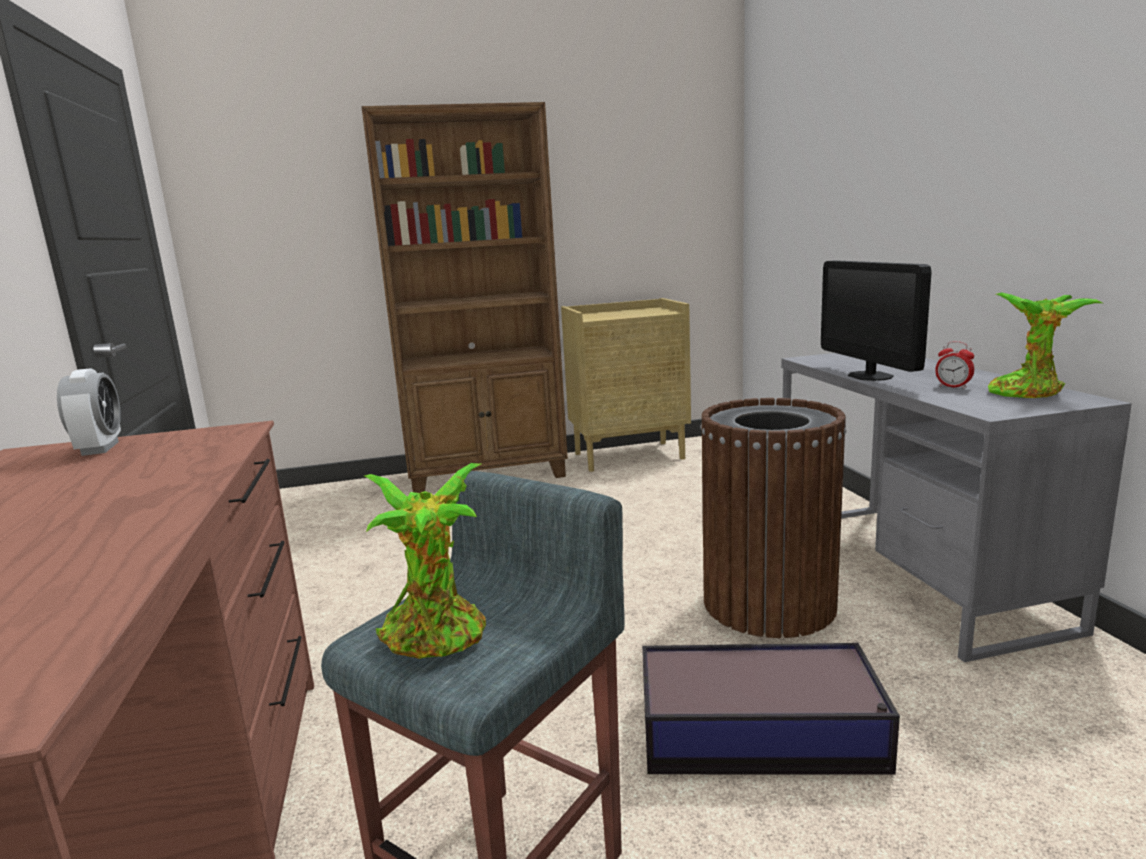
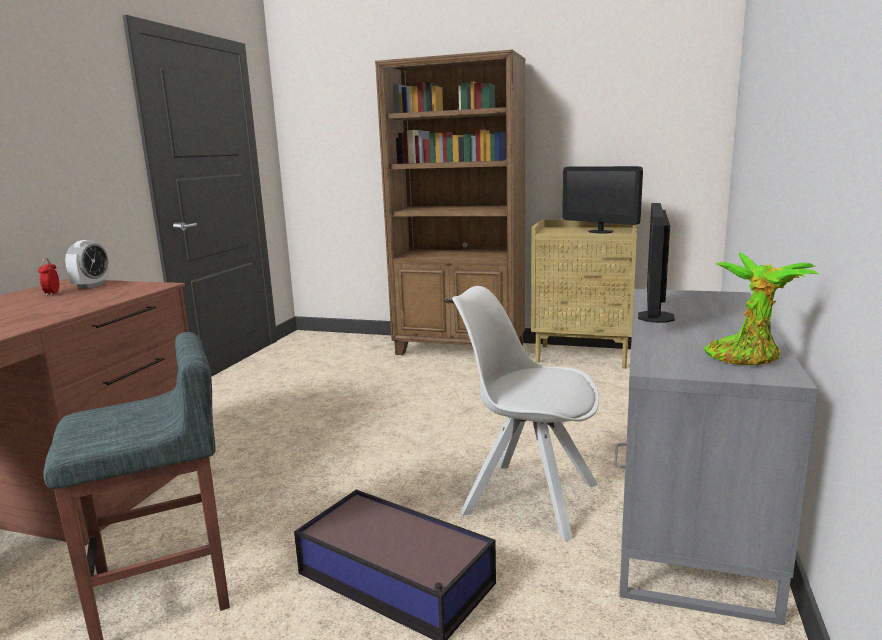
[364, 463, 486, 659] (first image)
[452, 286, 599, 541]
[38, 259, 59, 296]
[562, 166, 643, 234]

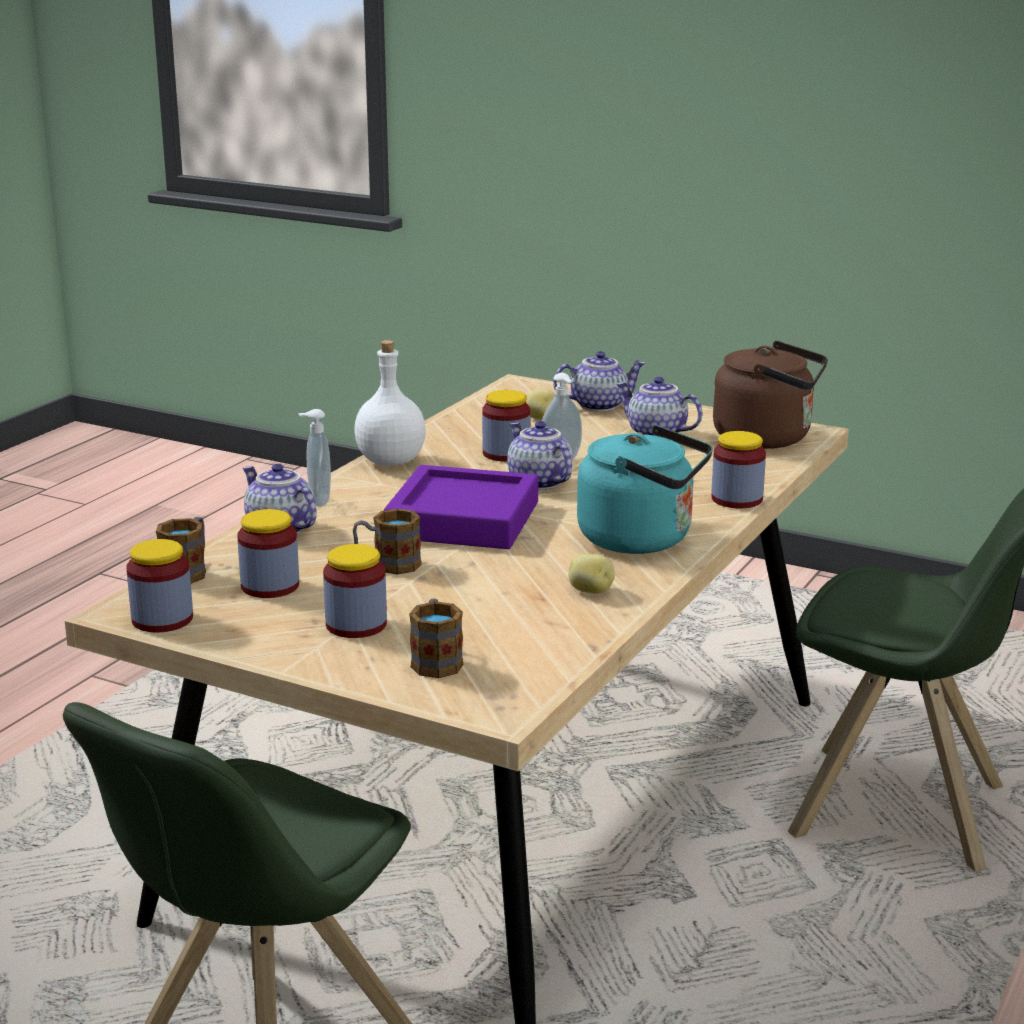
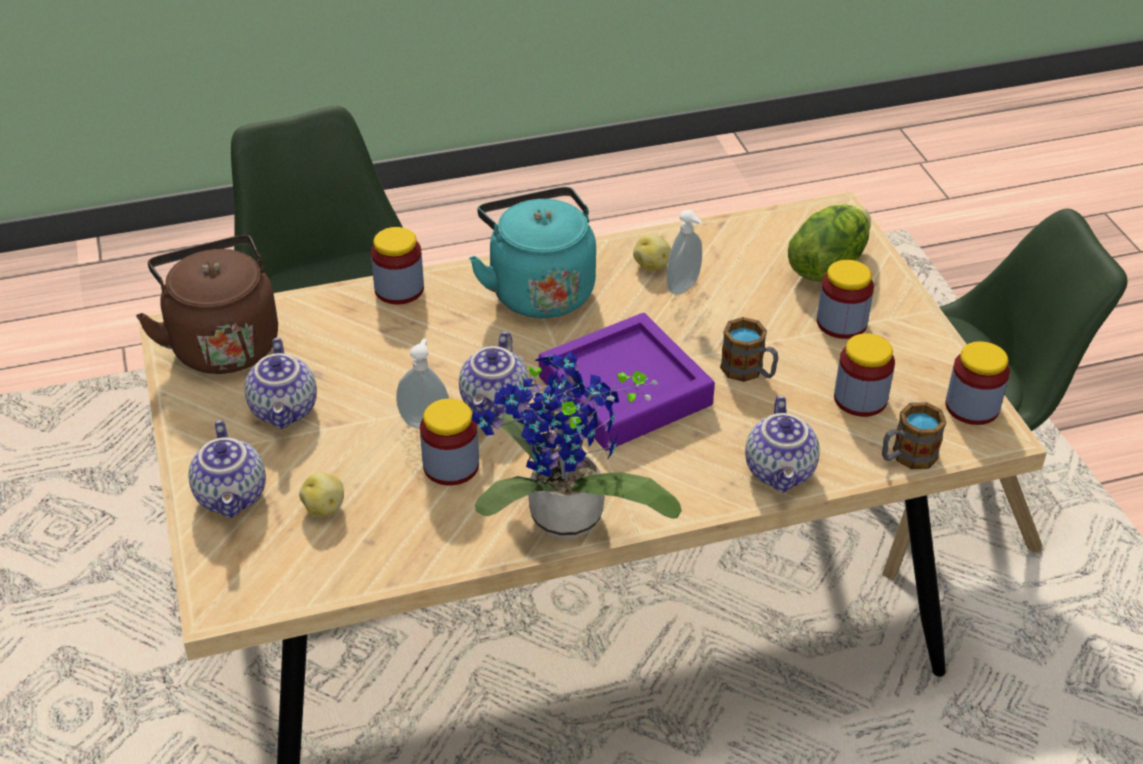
[667, 210, 702, 295]
[471, 351, 682, 539]
[788, 204, 871, 282]
[188, 420, 266, 518]

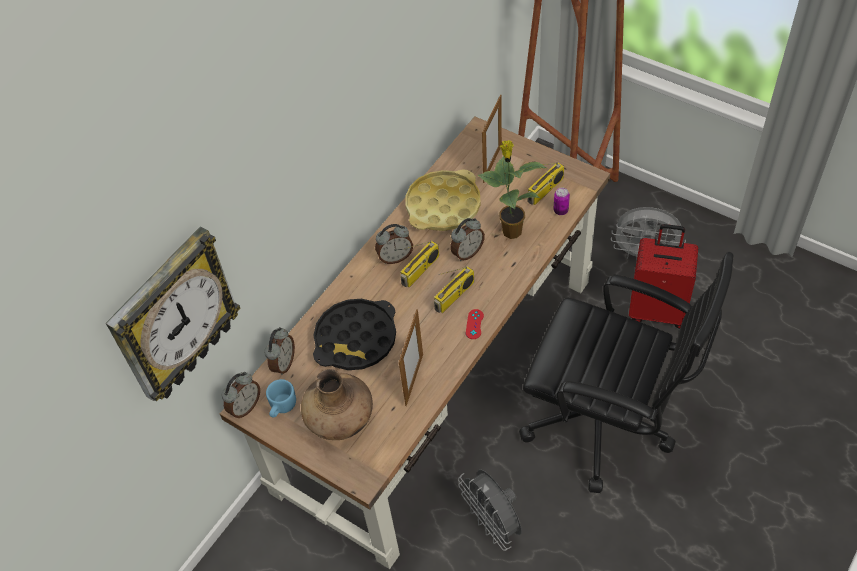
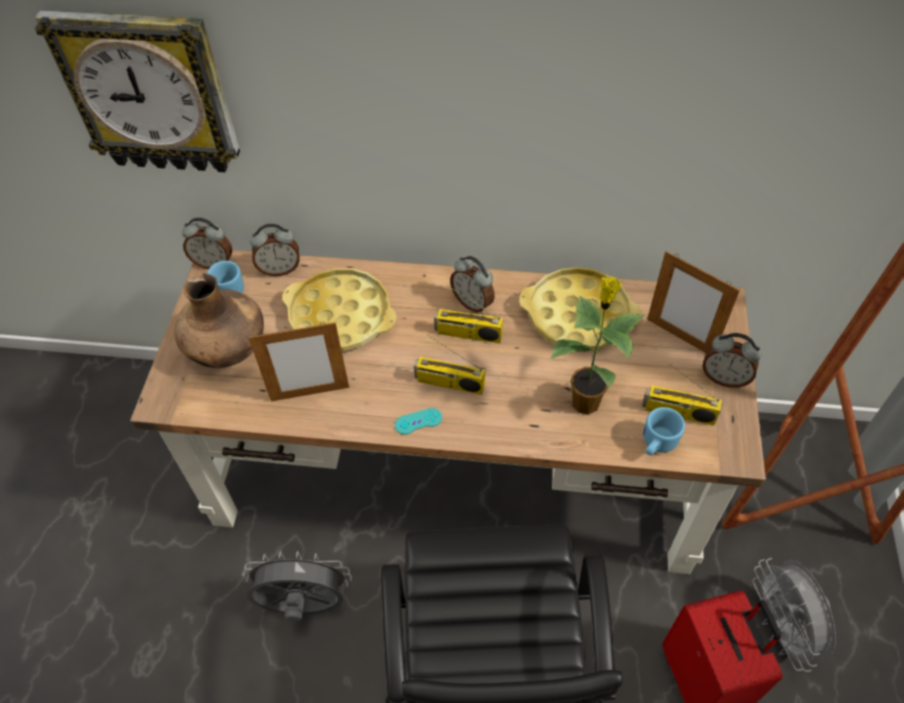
[282, 268, 397, 351]
[703, 333, 761, 388]
[242, 551, 352, 621]
[395, 408, 442, 435]
[647, 251, 740, 353]
[643, 407, 685, 455]

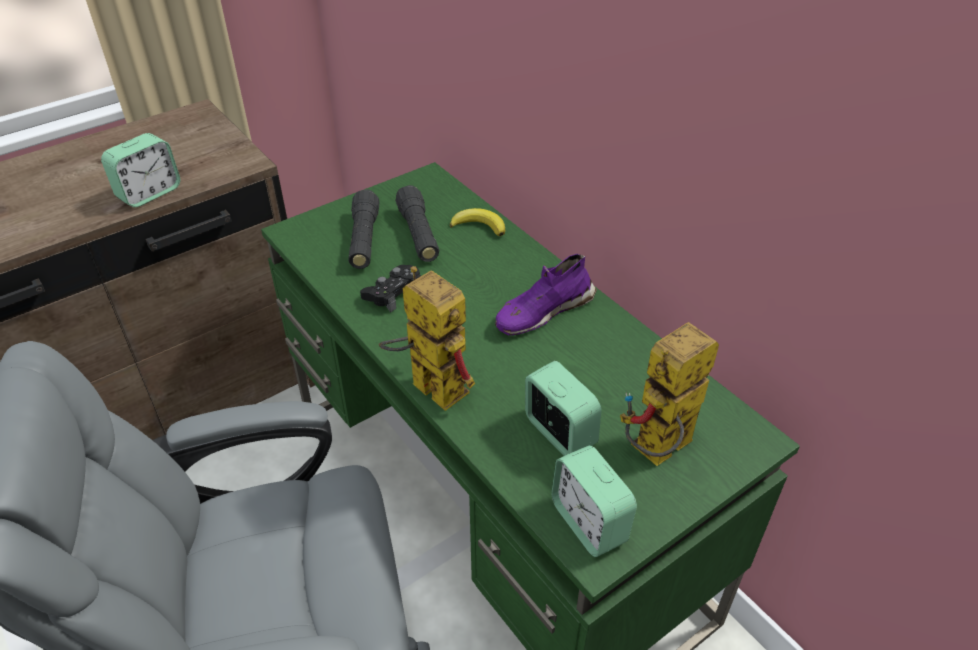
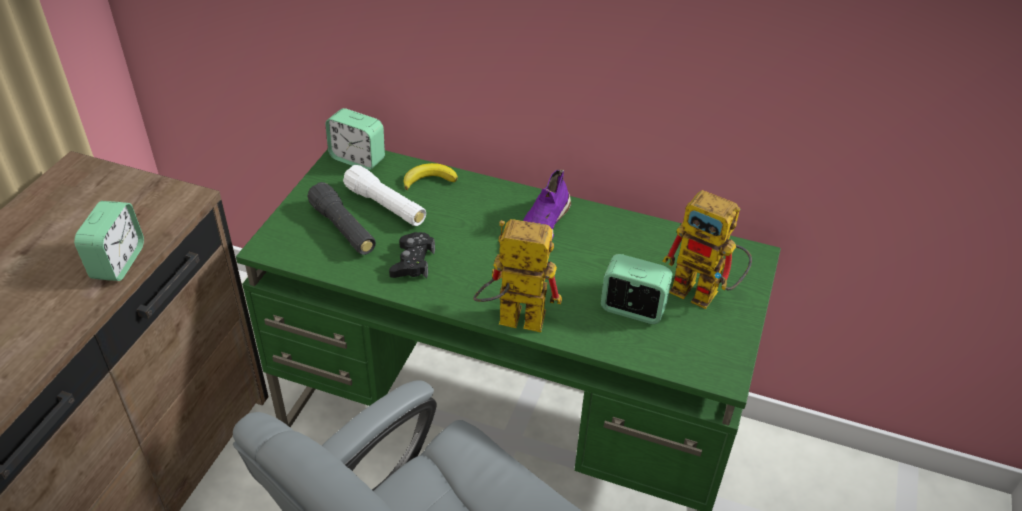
[343, 165, 426, 226]
[325, 108, 385, 171]
[662, 190, 752, 309]

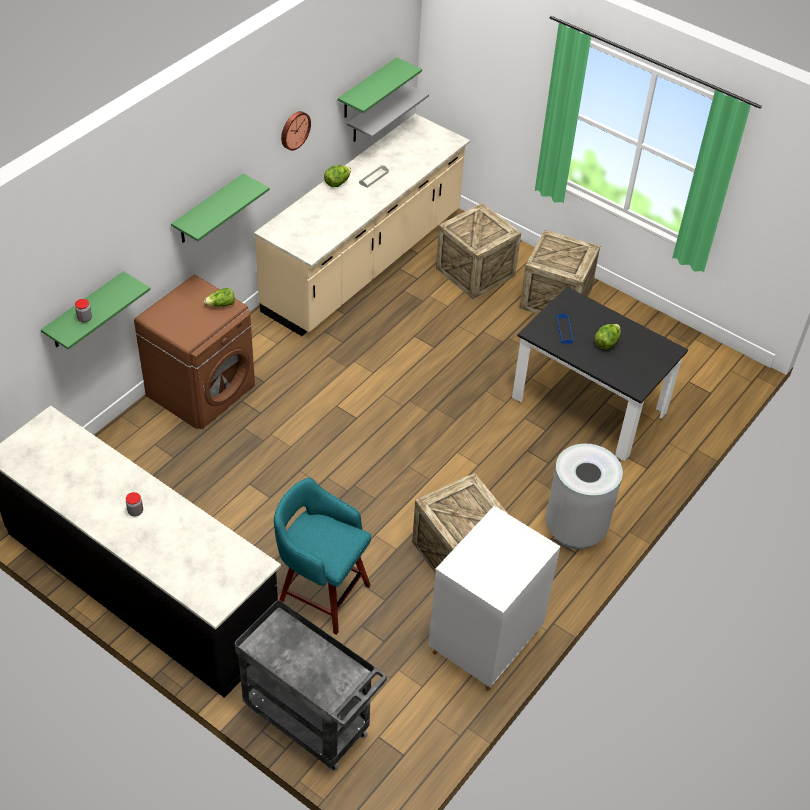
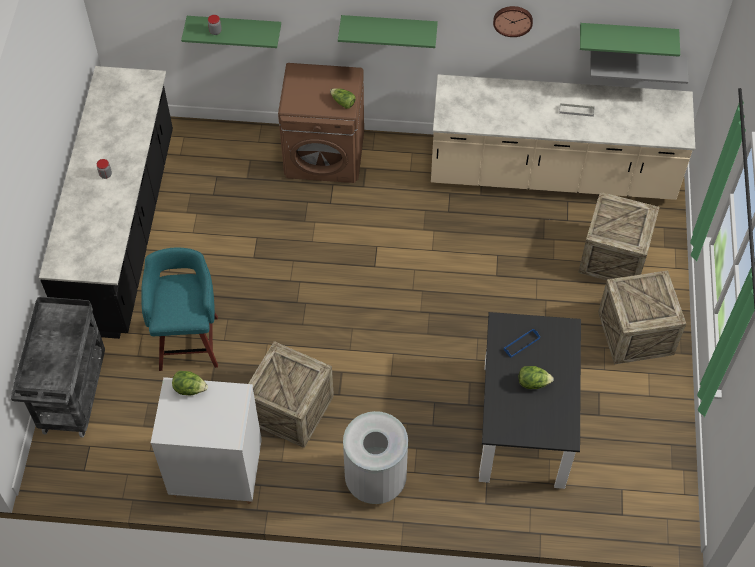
[172, 371, 208, 396]

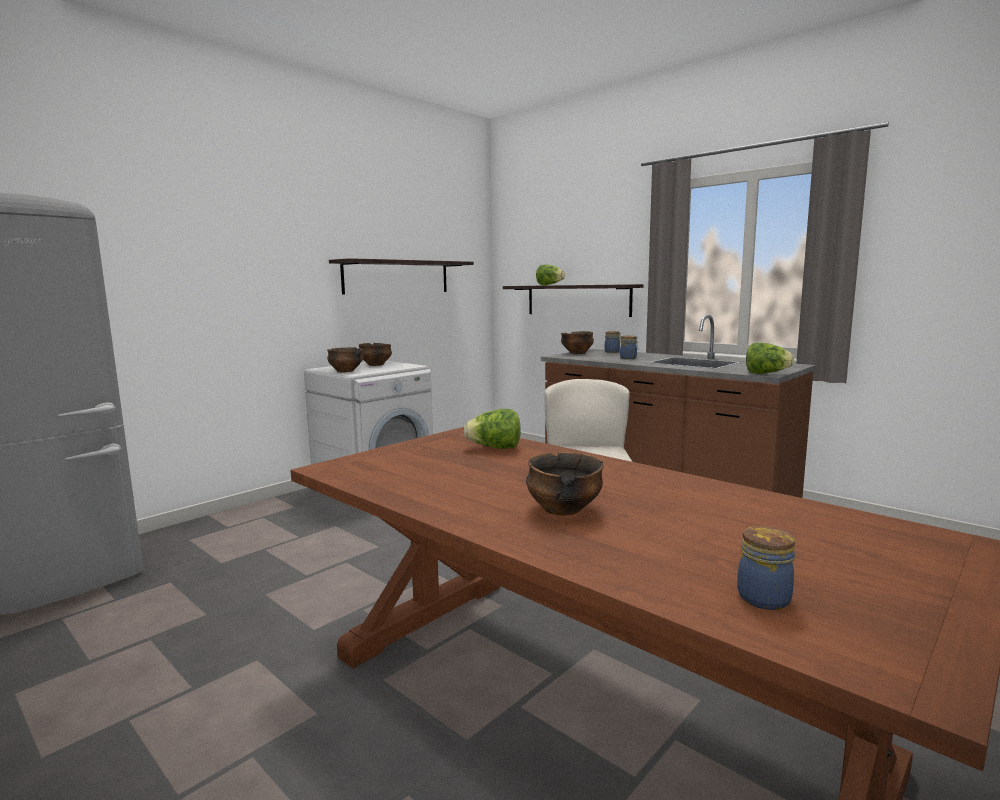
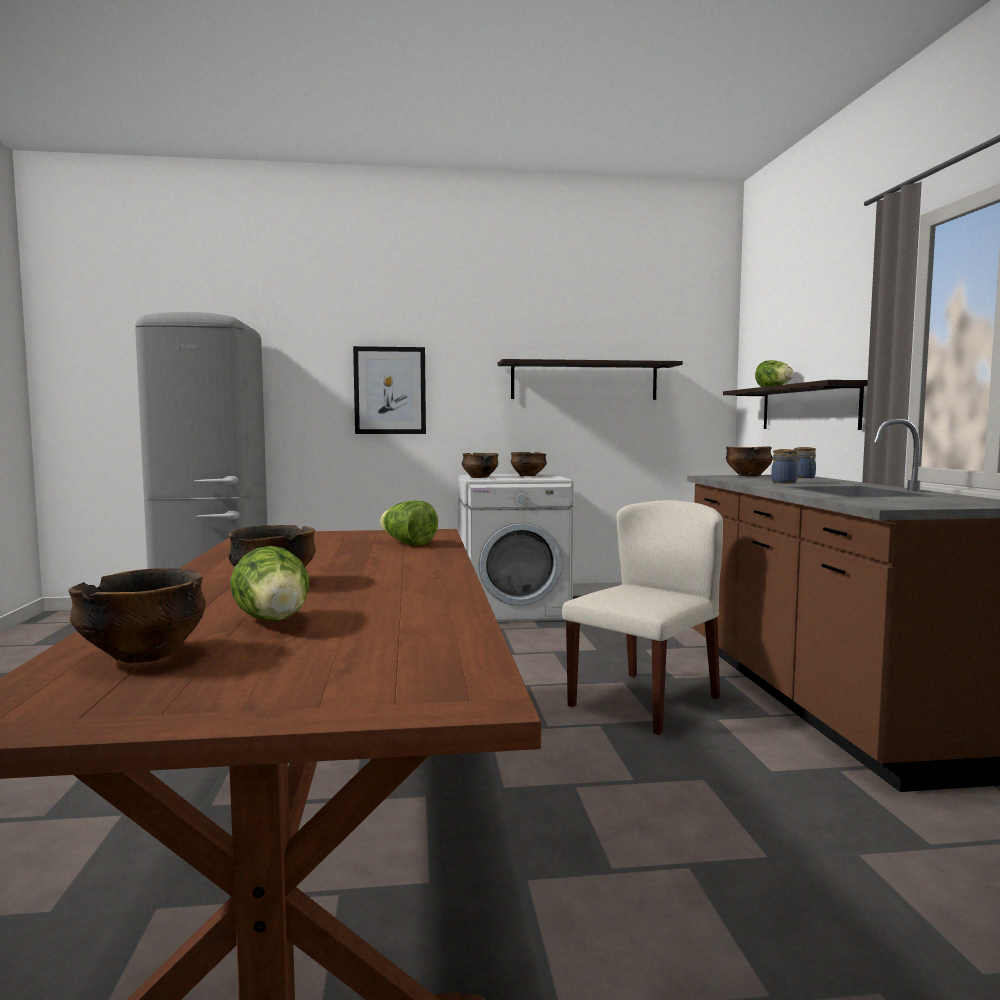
[68, 568, 206, 663]
[230, 546, 309, 621]
[353, 346, 426, 434]

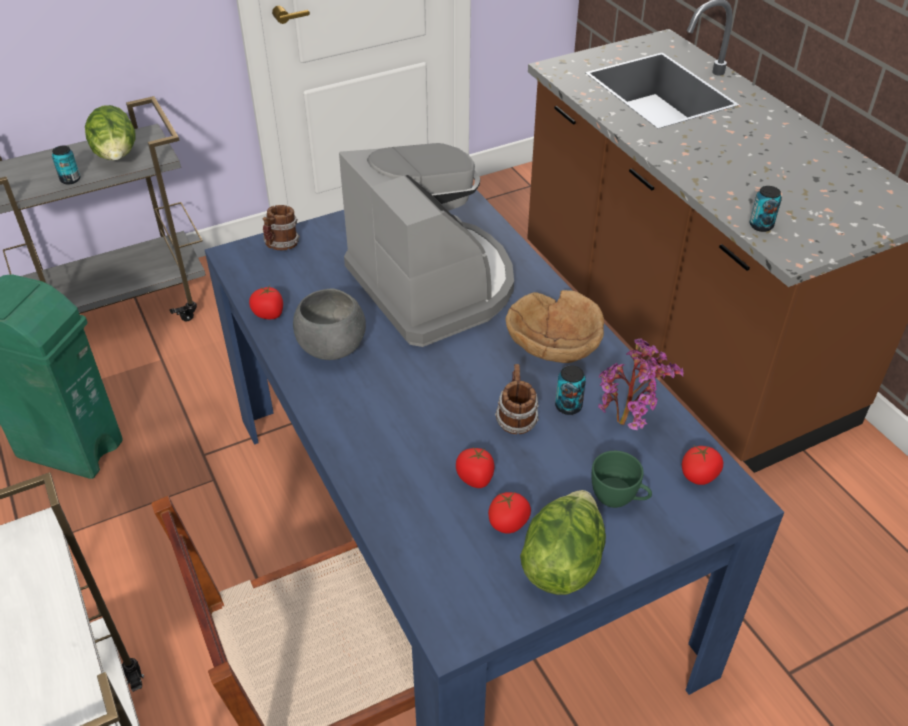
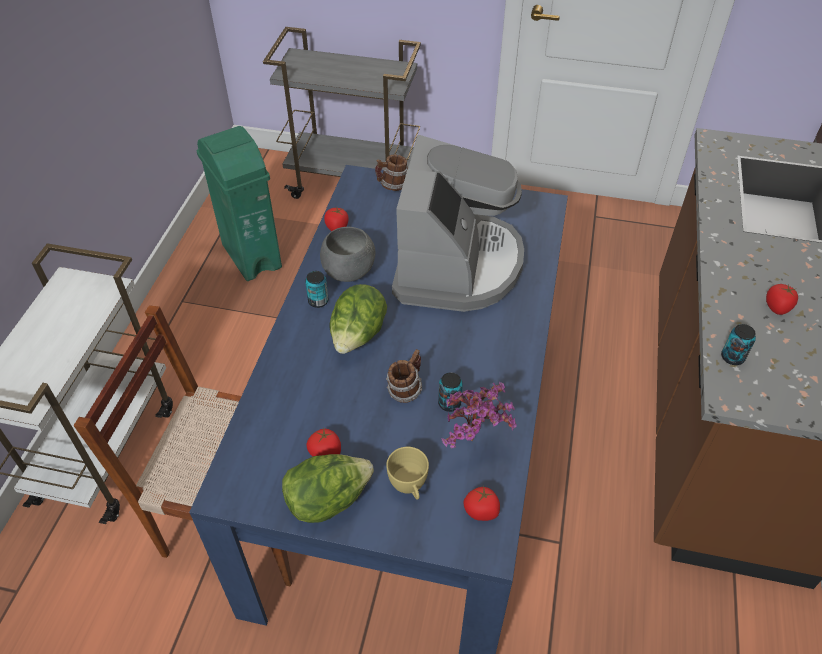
[305, 271, 329, 308]
[330, 284, 387, 354]
[766, 284, 798, 315]
[506, 290, 604, 363] (first image)
[386, 447, 429, 499]

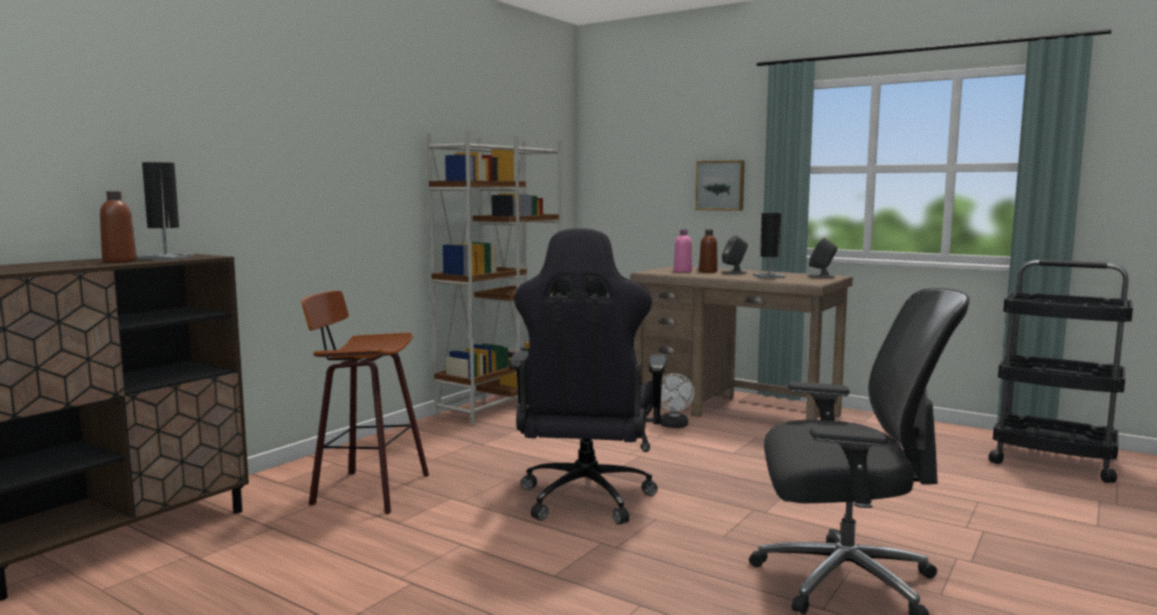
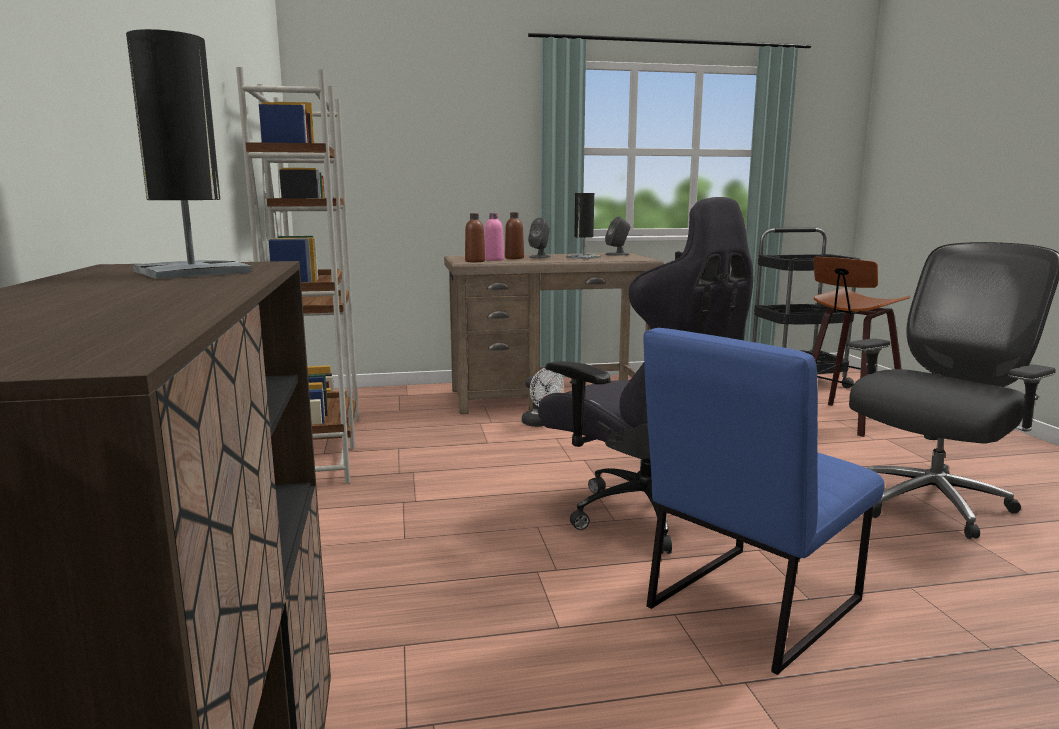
[465, 213, 485, 262]
[812, 257, 910, 437]
[695, 160, 745, 211] (first image)
[644, 328, 885, 675]

